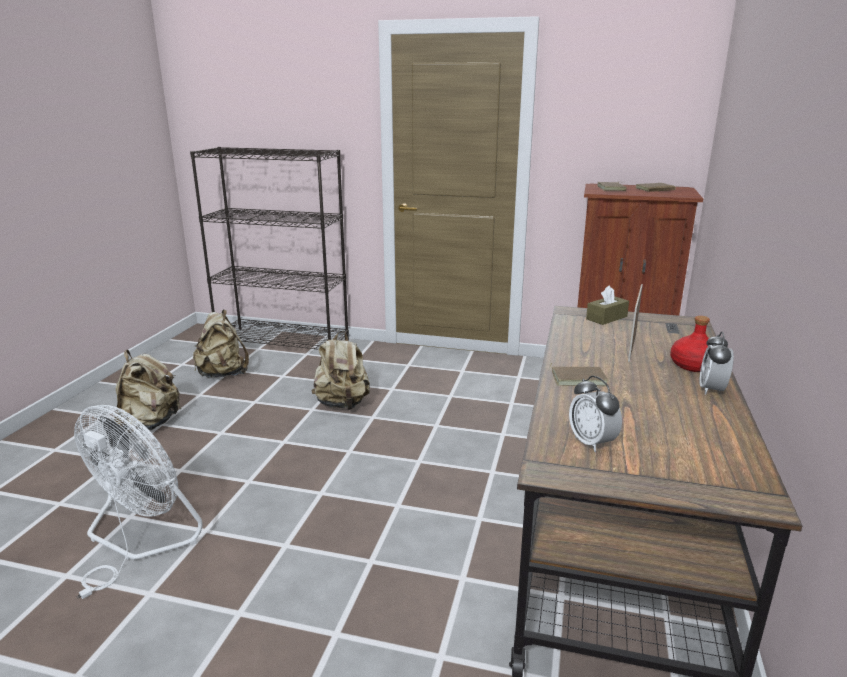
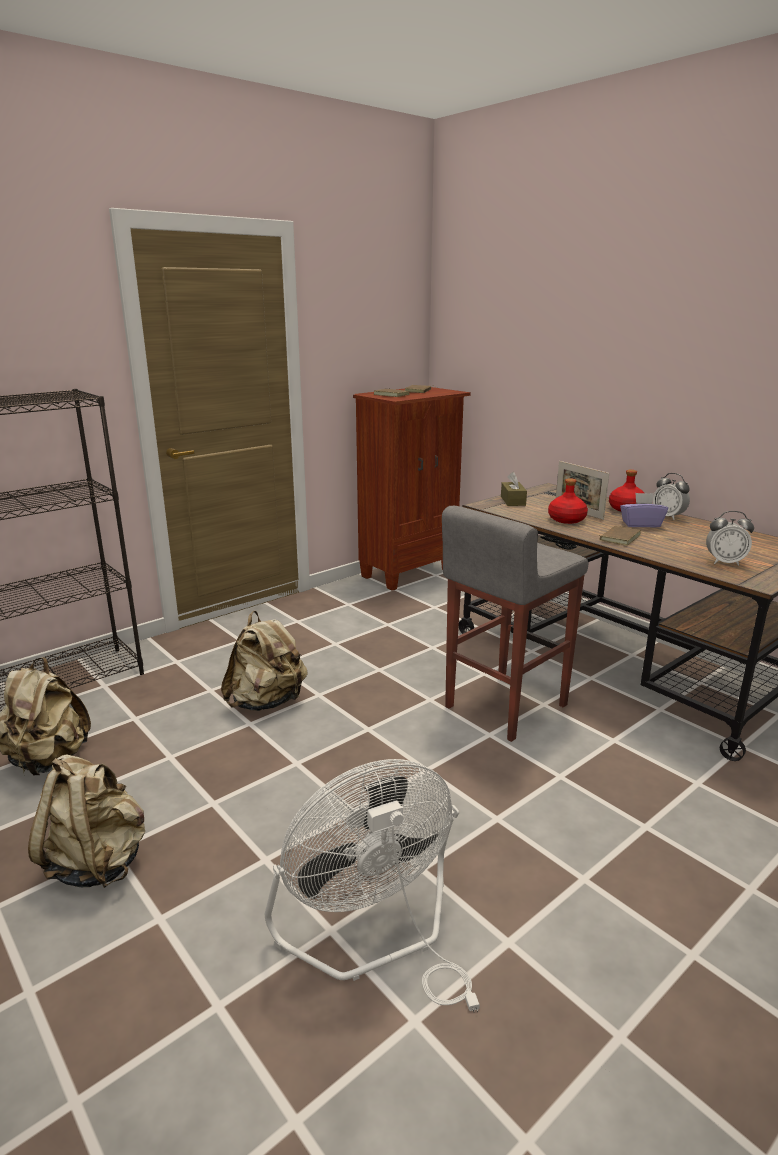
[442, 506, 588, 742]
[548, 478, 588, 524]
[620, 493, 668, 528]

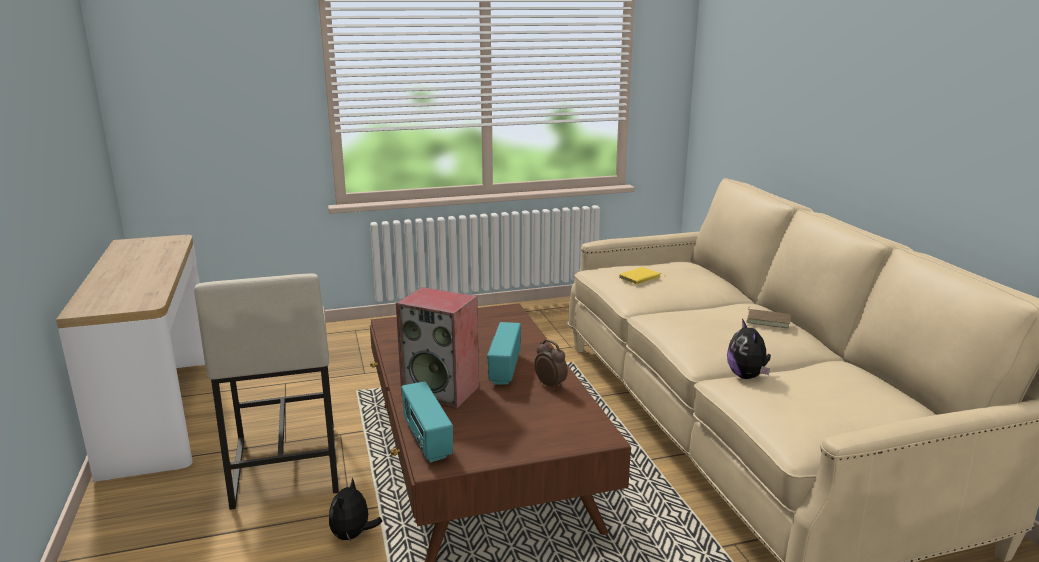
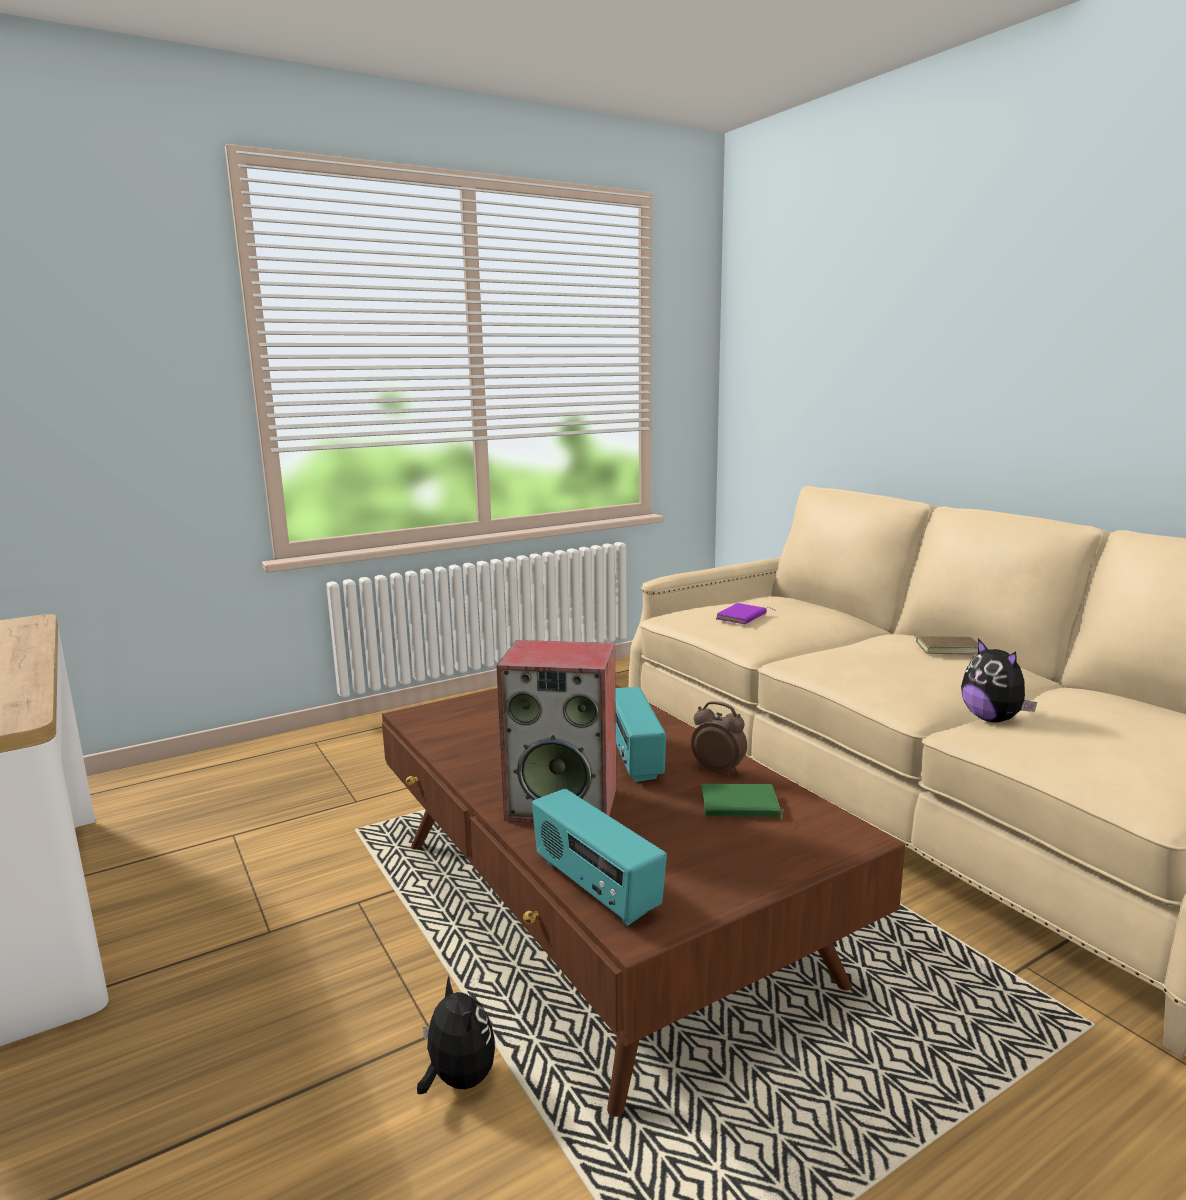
[194, 274, 339, 510] (first image)
[417, 976, 495, 1094]
[716, 603, 776, 624]
[701, 784, 784, 820]

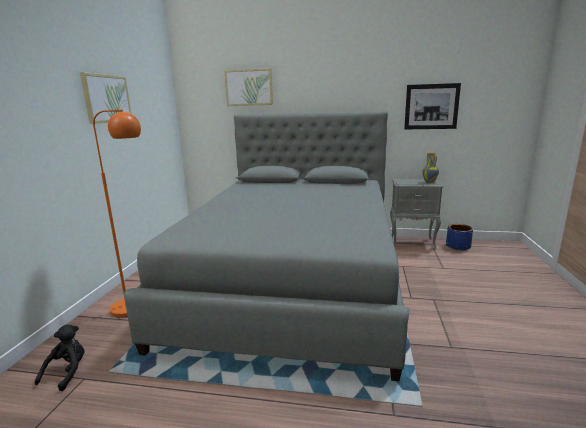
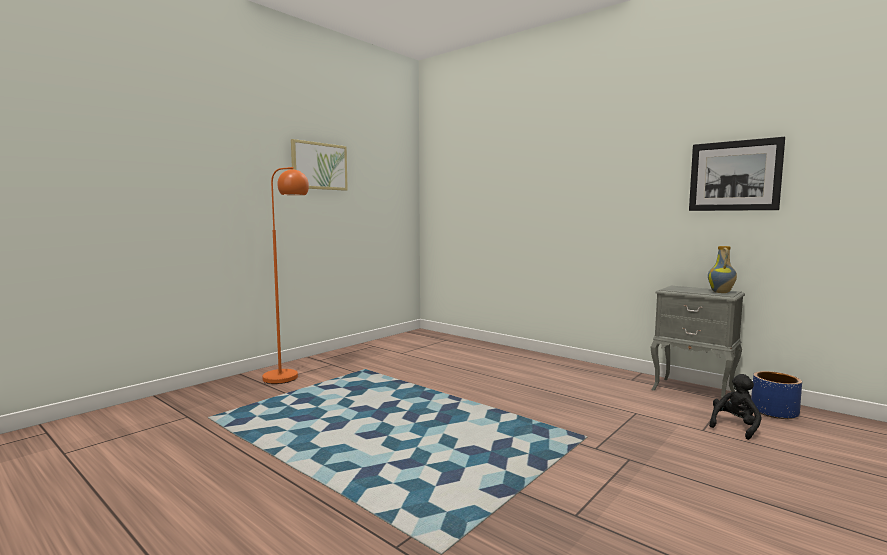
[709, 374, 762, 440]
[124, 111, 410, 381] (first image)
[224, 68, 273, 106] (first image)

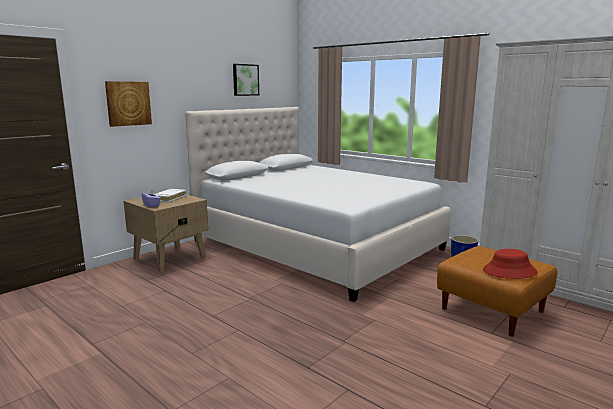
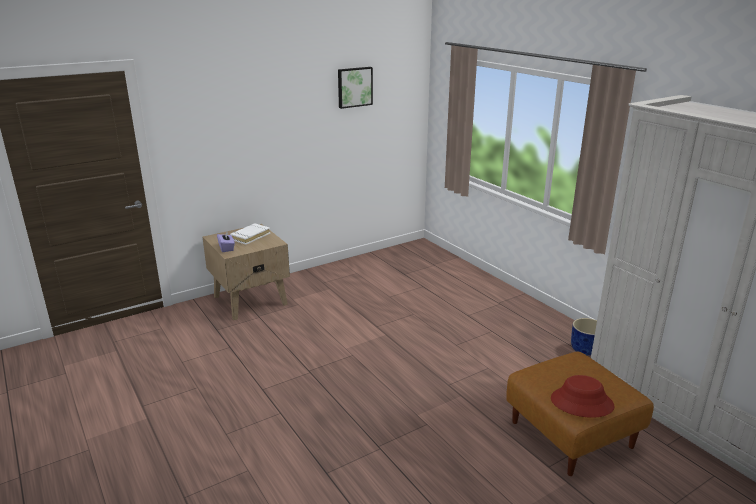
[105, 81, 152, 127] (first image)
[185, 107, 451, 302] (first image)

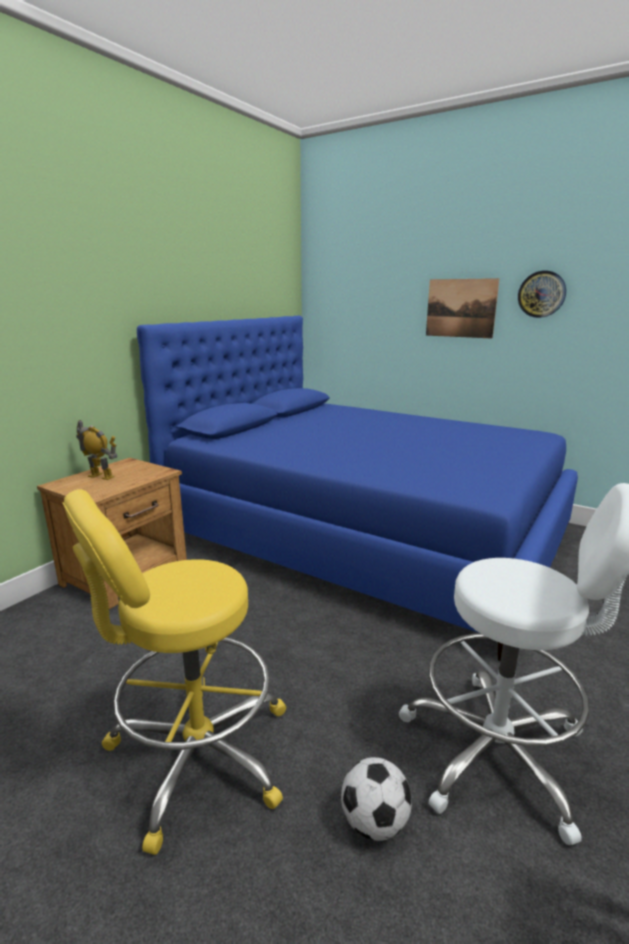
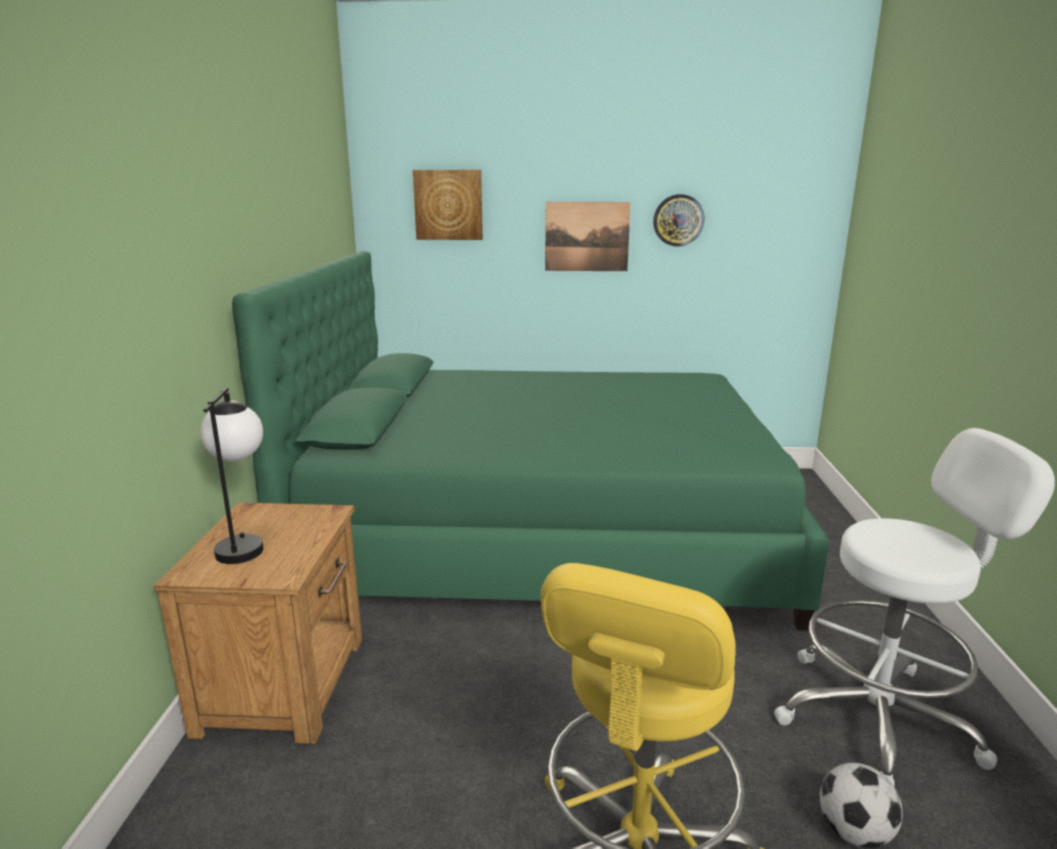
[200, 388, 264, 564]
[232, 251, 828, 631]
[413, 170, 483, 240]

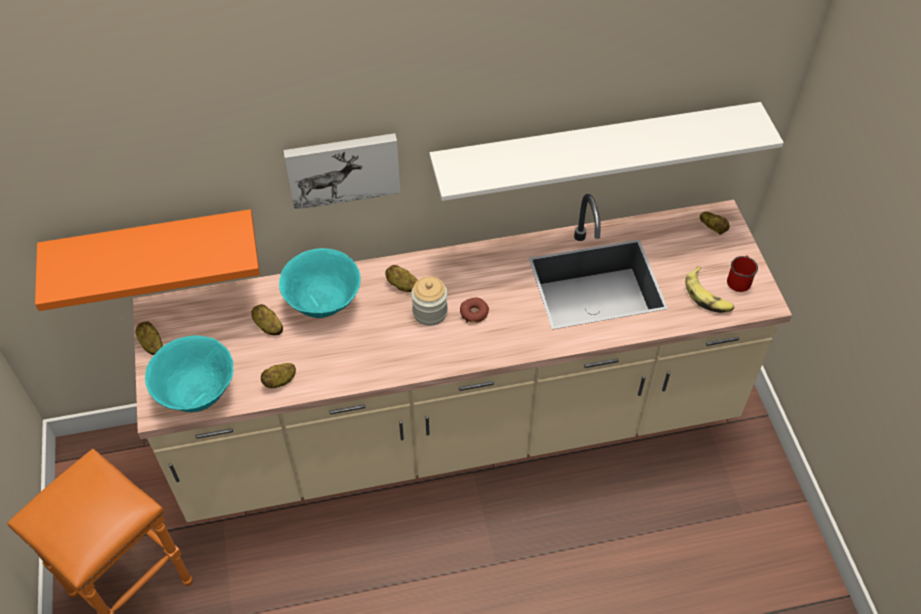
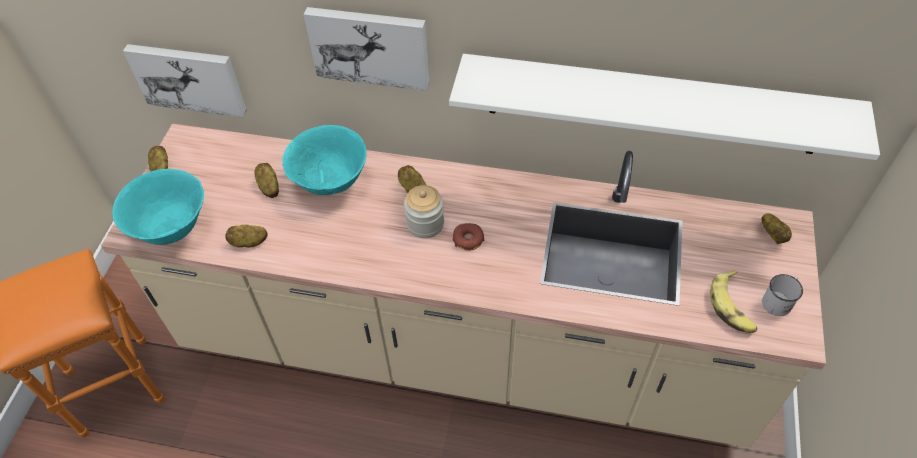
[123, 44, 247, 118]
[762, 274, 803, 316]

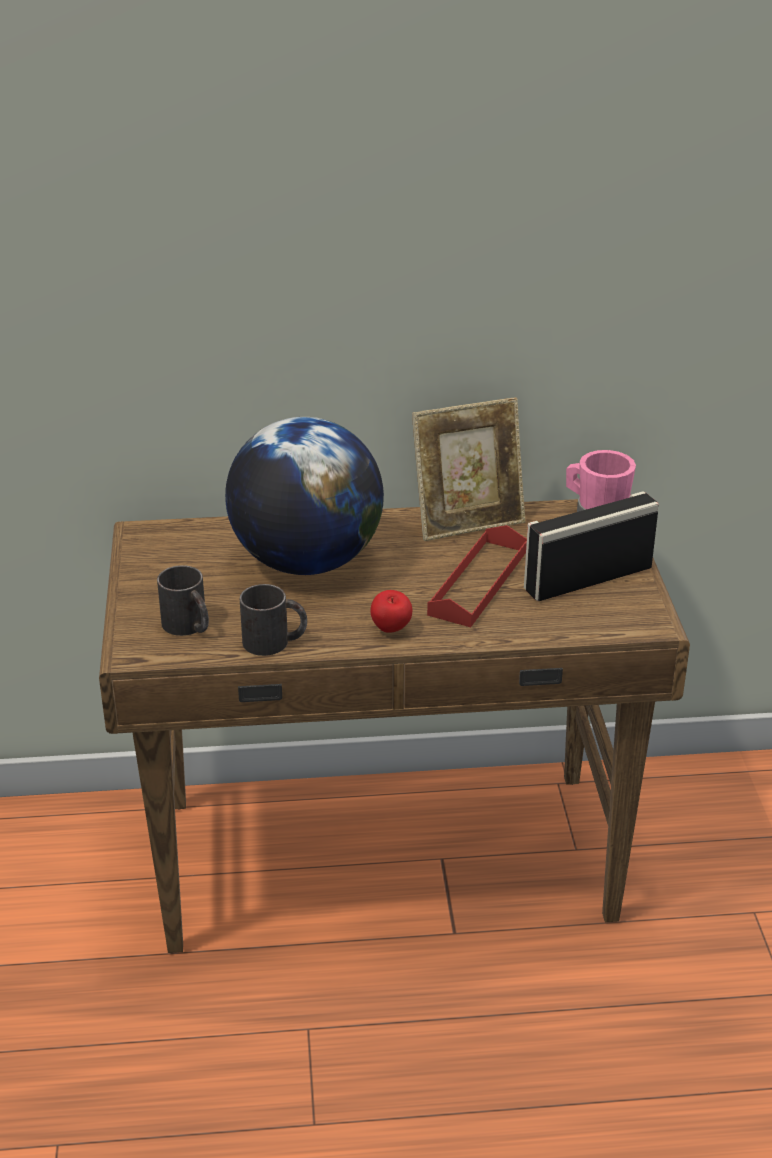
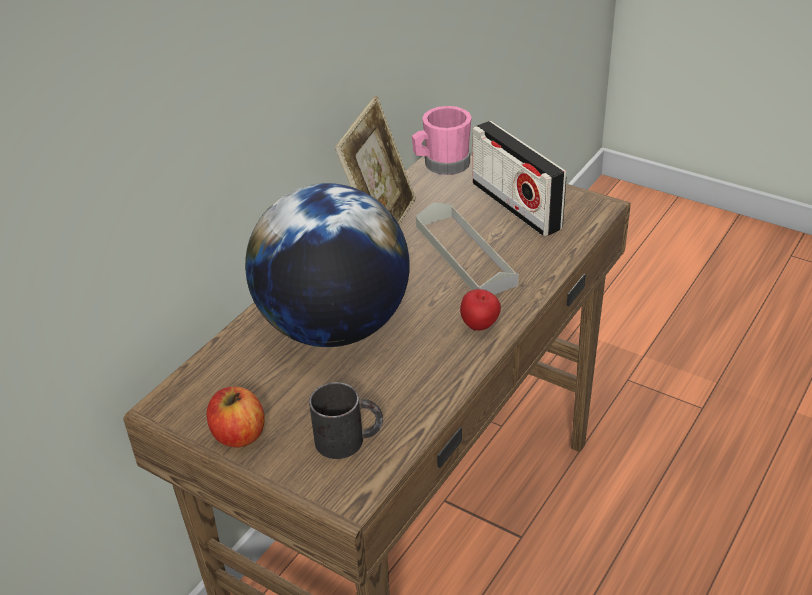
[240, 584, 307, 656] (first image)
[416, 202, 519, 294]
[472, 121, 566, 237]
[206, 387, 265, 447]

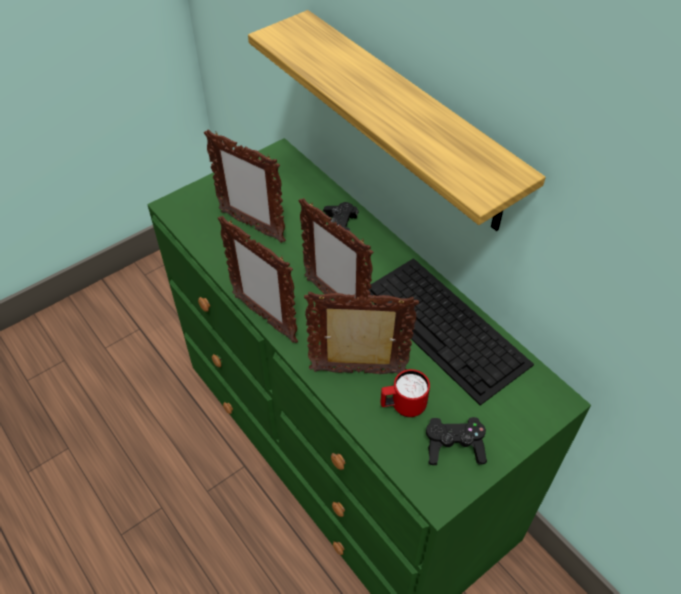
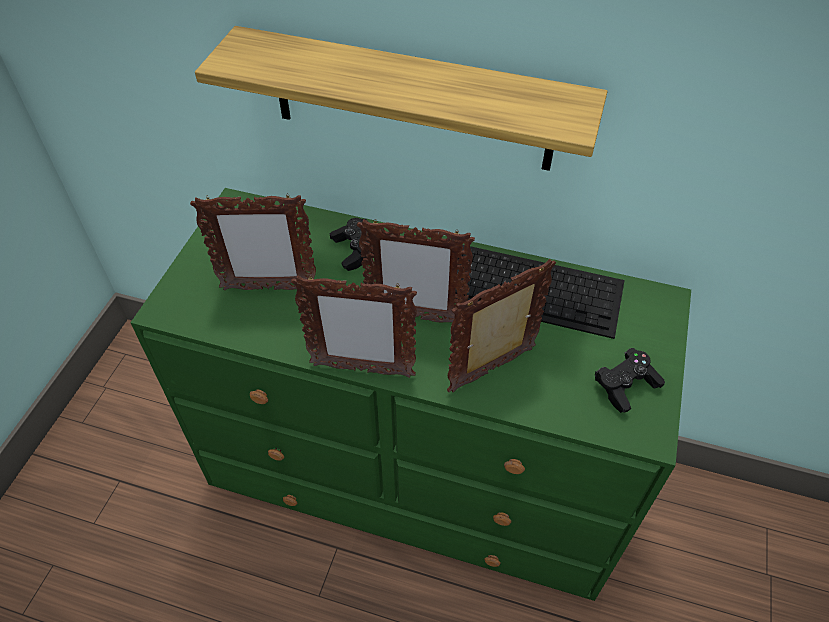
[380, 369, 430, 417] (first image)

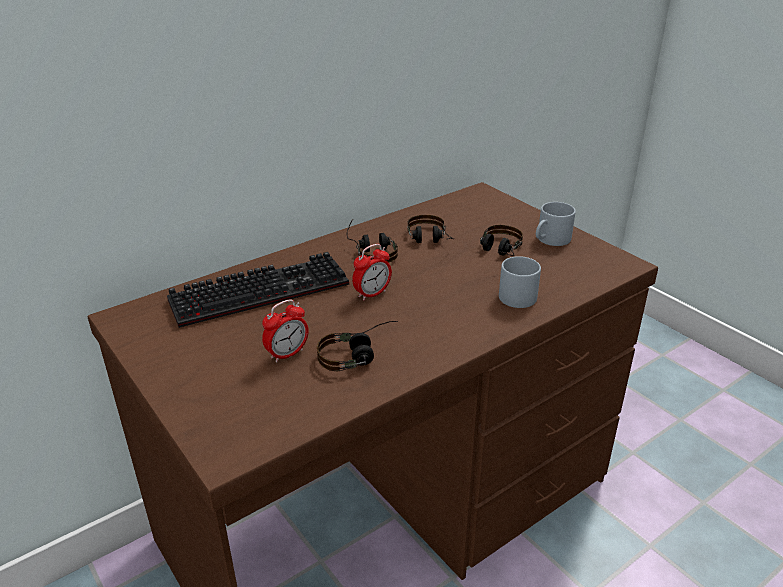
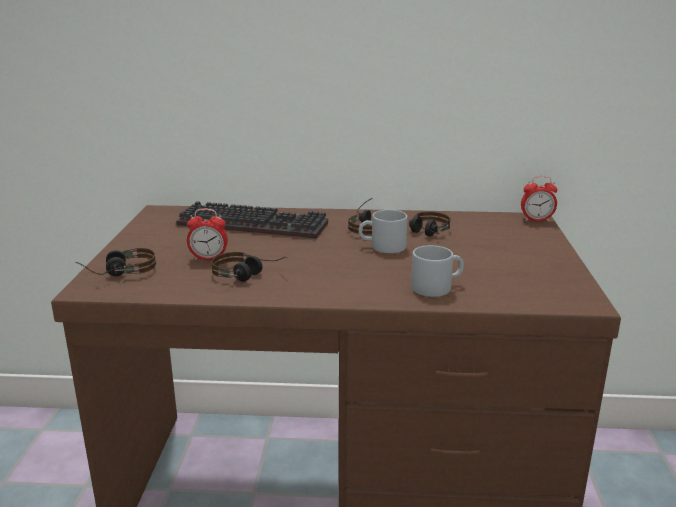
[521, 176, 557, 222]
[76, 248, 156, 276]
[359, 210, 407, 253]

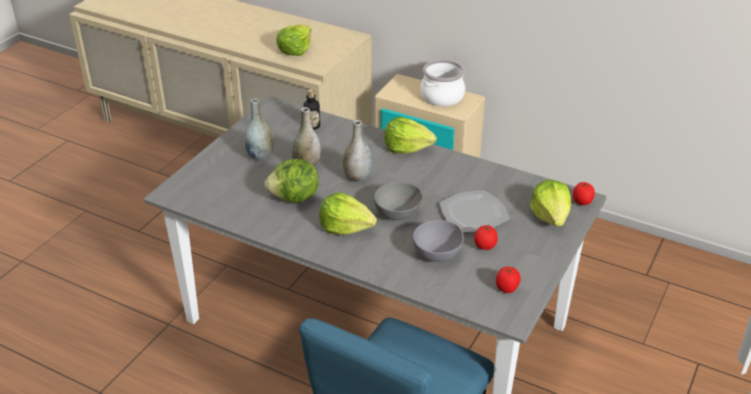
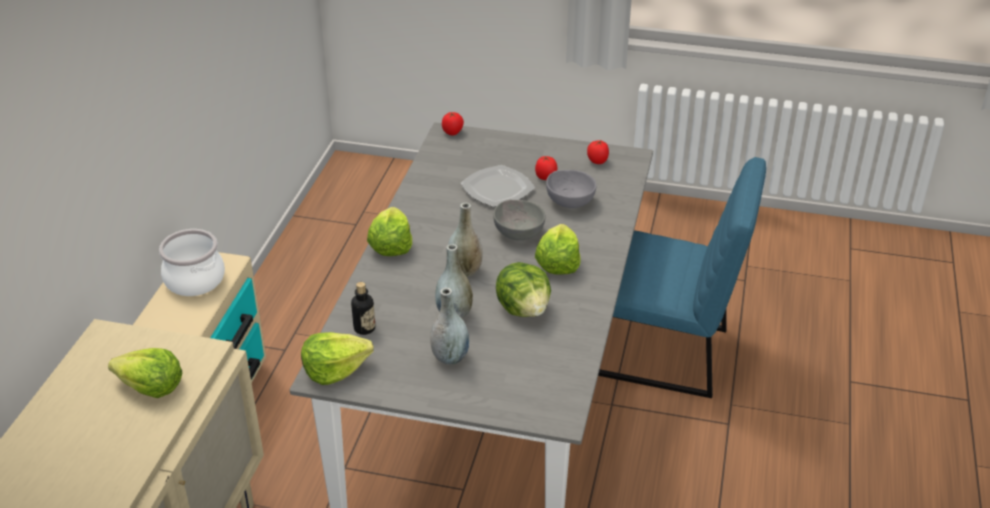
[301, 332, 374, 385]

